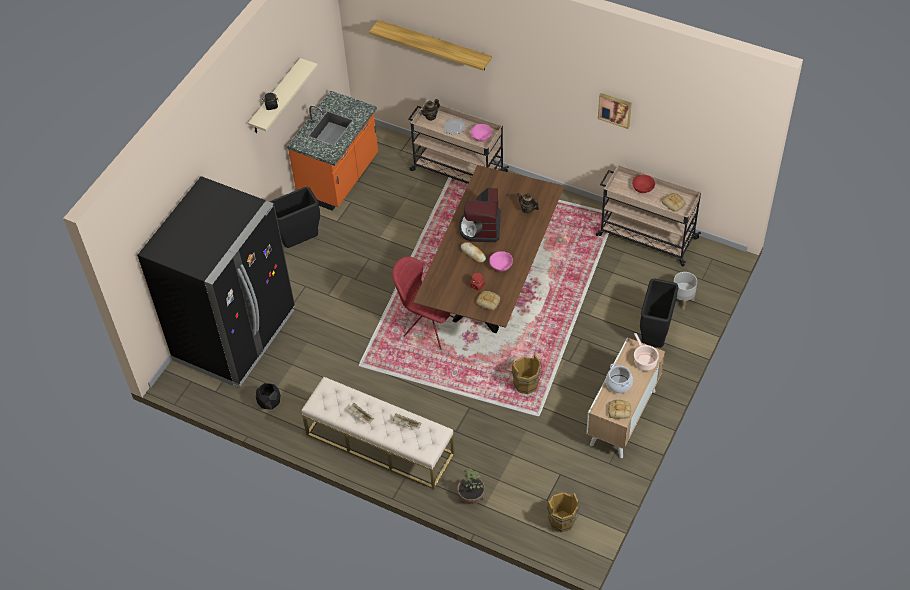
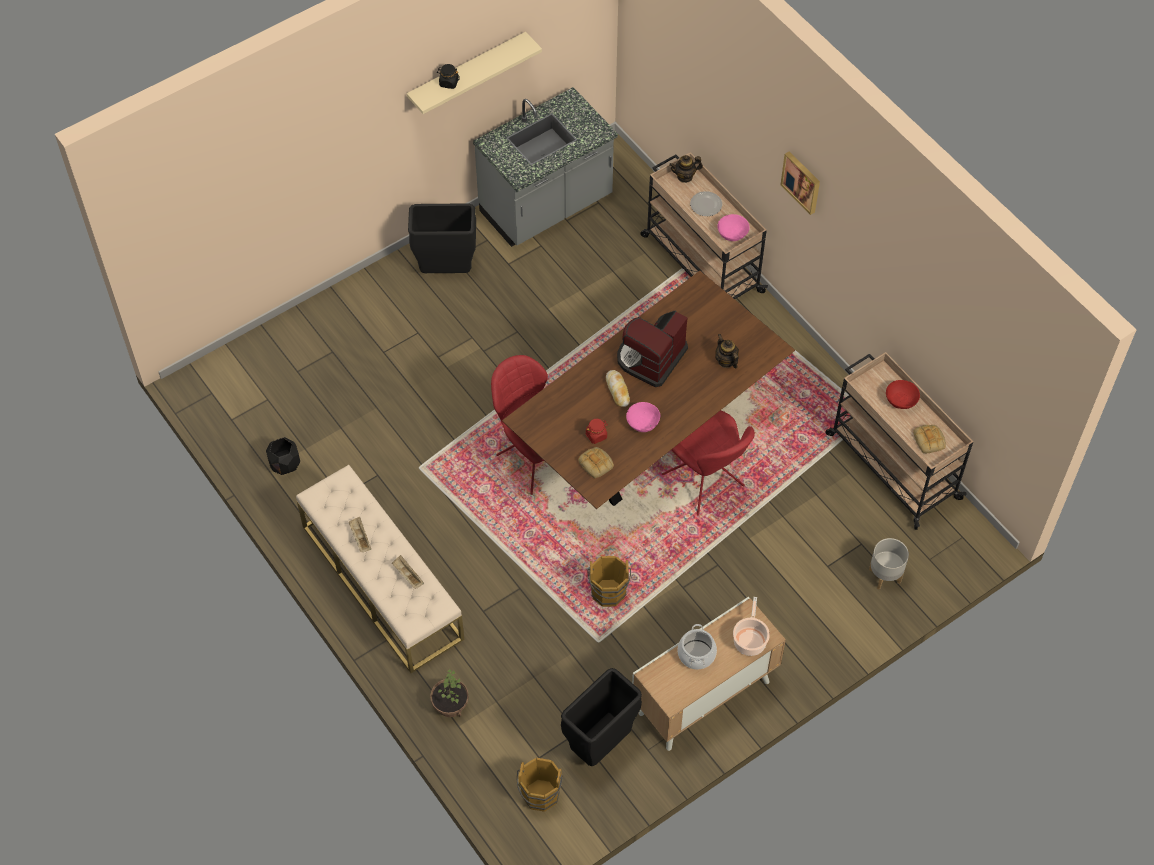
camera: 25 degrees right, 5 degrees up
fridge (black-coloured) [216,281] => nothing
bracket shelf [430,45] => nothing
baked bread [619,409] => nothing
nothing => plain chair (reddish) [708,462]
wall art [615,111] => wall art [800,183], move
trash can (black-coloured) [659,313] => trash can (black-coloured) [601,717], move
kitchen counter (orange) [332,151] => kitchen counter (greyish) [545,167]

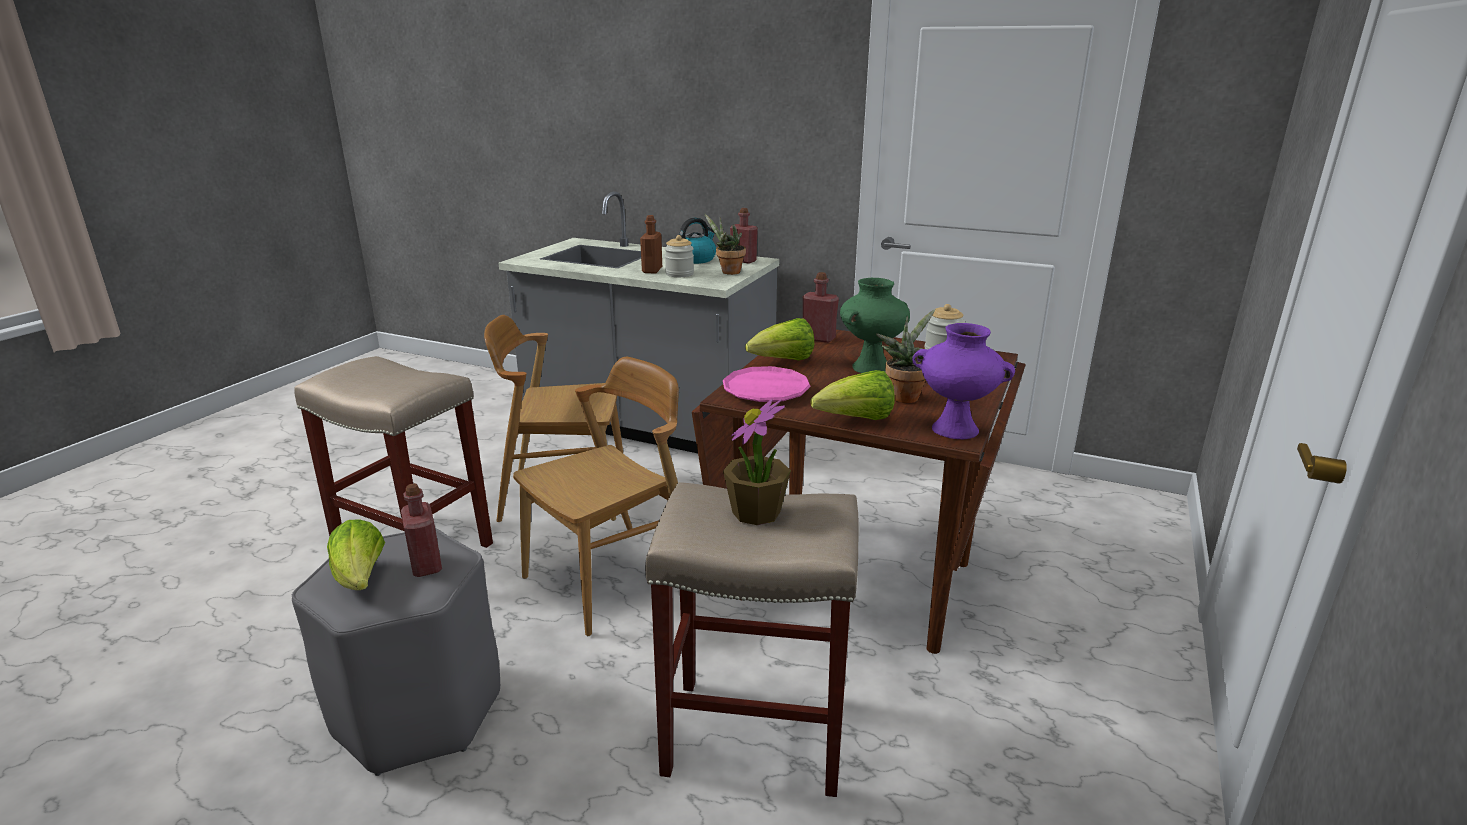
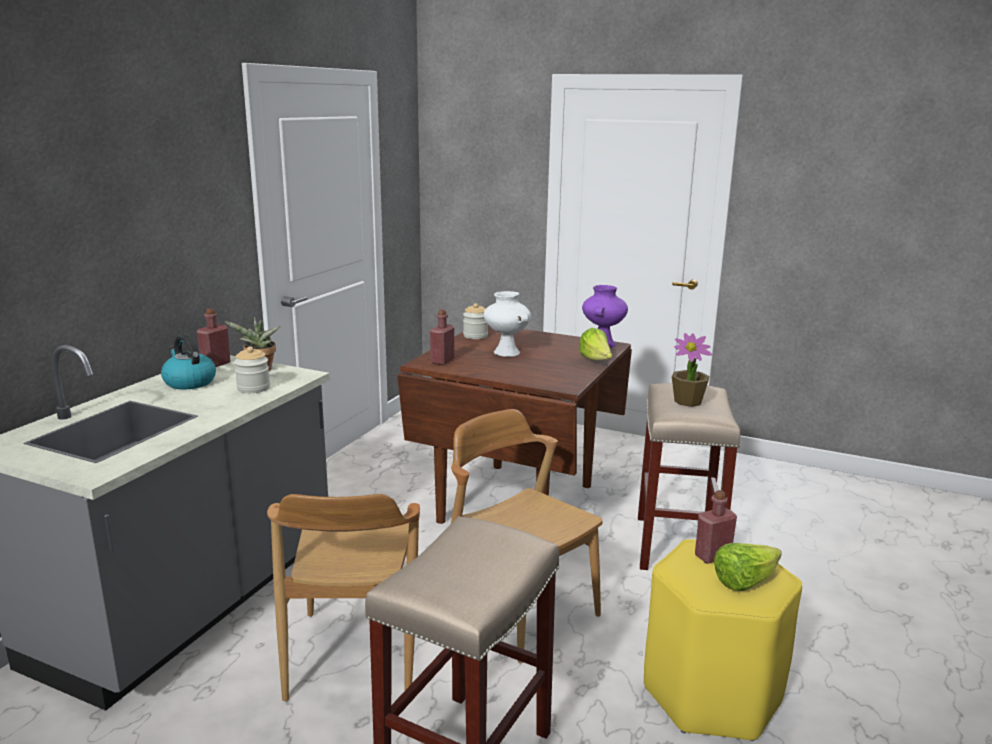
camera: 90 degrees left, 5 degrees down
beverage bottle (brown-coloured) [651,244] => nothing
plate (pink) [767,384] => nothing
lettuce [779,339] => nothing
potted plant [905,356] => nothing
sitting stool (greyish) [396,652] => sitting stool (yellow) [723,640]
vase (green) [875,325] => vase (whitish) [507,324]

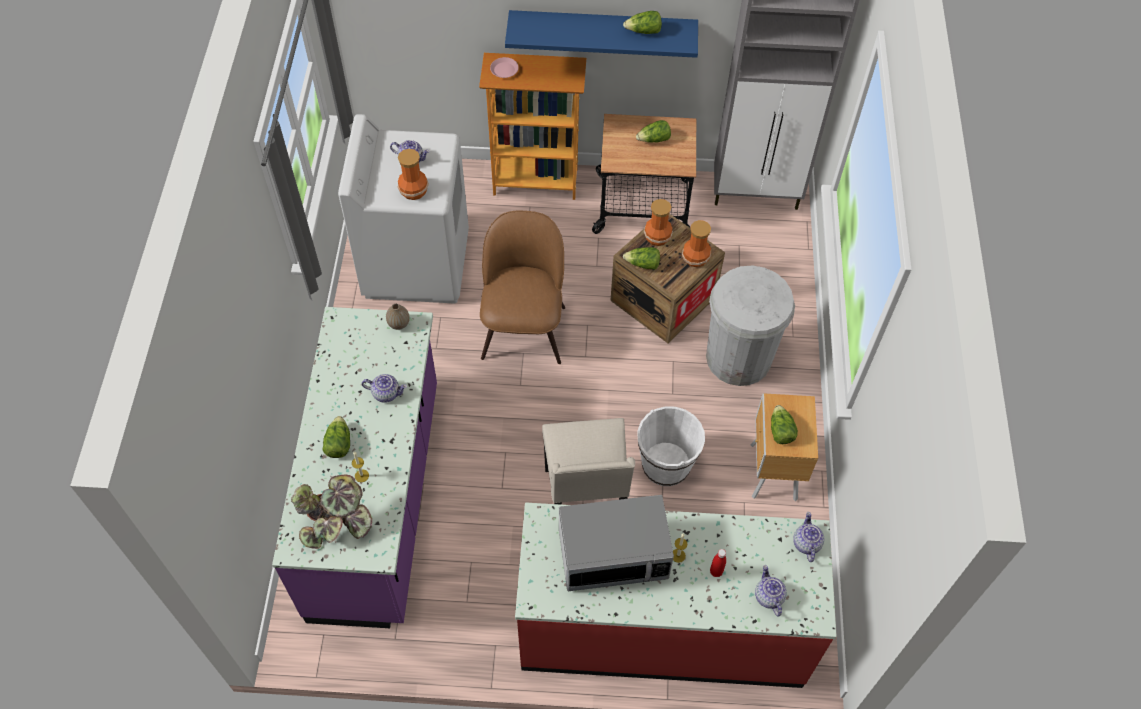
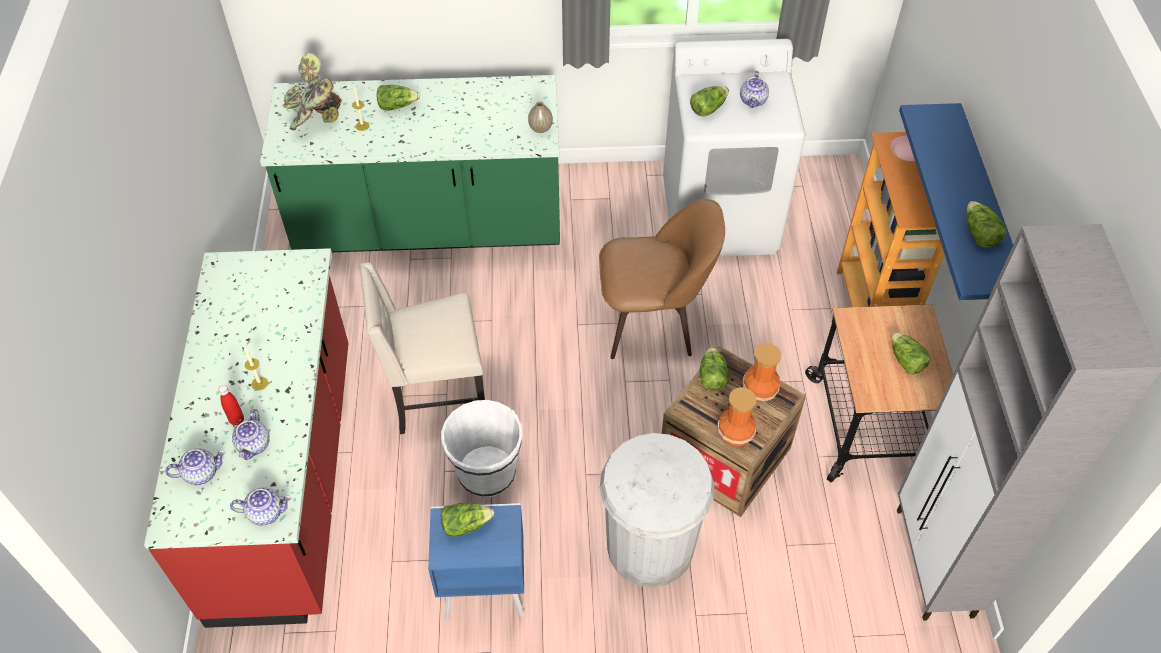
camera: 85 degrees right, 5 degrees down
microwave [616,543] => nothing
teapot [384,388] => teapot [251,434], move
vase [413,174] => lettuce [709,101]
kitchen counter (purple) [354,467] => kitchen counter (green) [410,163]
night table (brown-coloured) [784,447] => night table (bluish) [476,562]

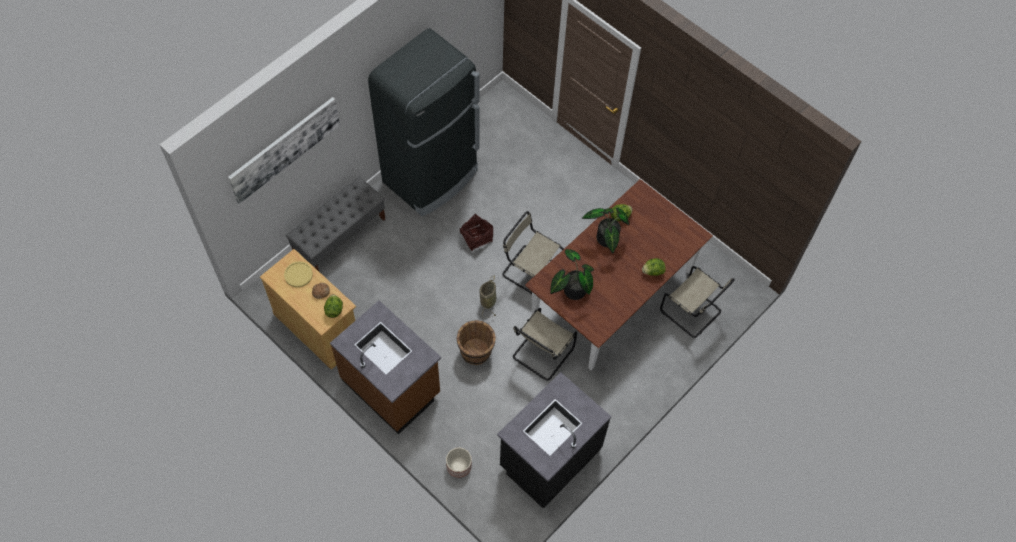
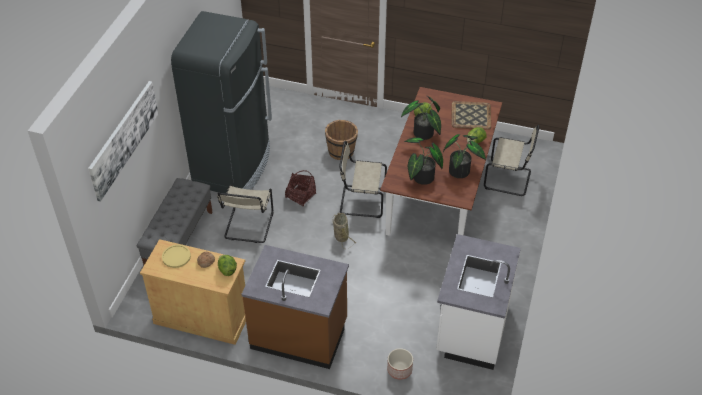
camera: 25 degrees left, 15 degrees down
nothing => potted plant [464,156]
nothing => carrying tray [471,115]
pail (brown-coloured) [476,342] => pail (brown-coloured) [341,140], move
plain chair (sand-coloured) [545,344] => plain chair (sand-coloured) [245,213], move
kitchen counter (black-coloured) [554,440] => kitchen counter (whitish) [478,302]

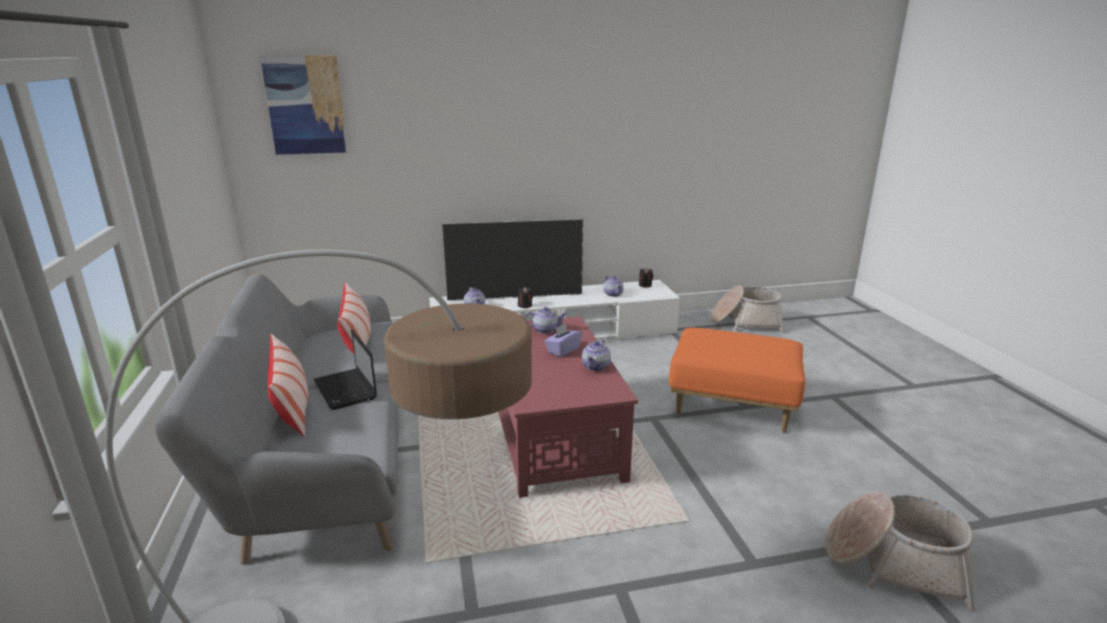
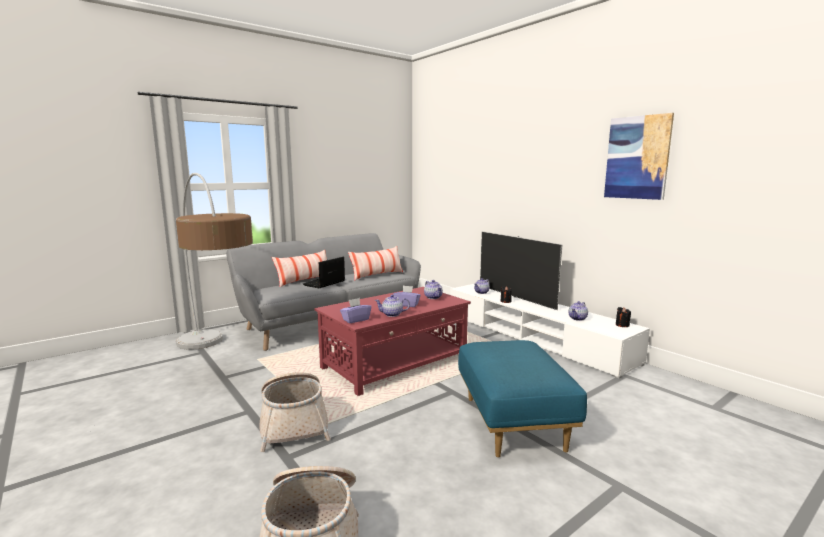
camera: 65 degrees right, 10 degrees down
nothing => tissue box (purple) [355,310]
wall art [304,105] => wall art [639,156], move
storage basket [747,309] => storage basket [295,412], move
ottoman (orange) [737,380] => ottoman (bluish) [522,399]

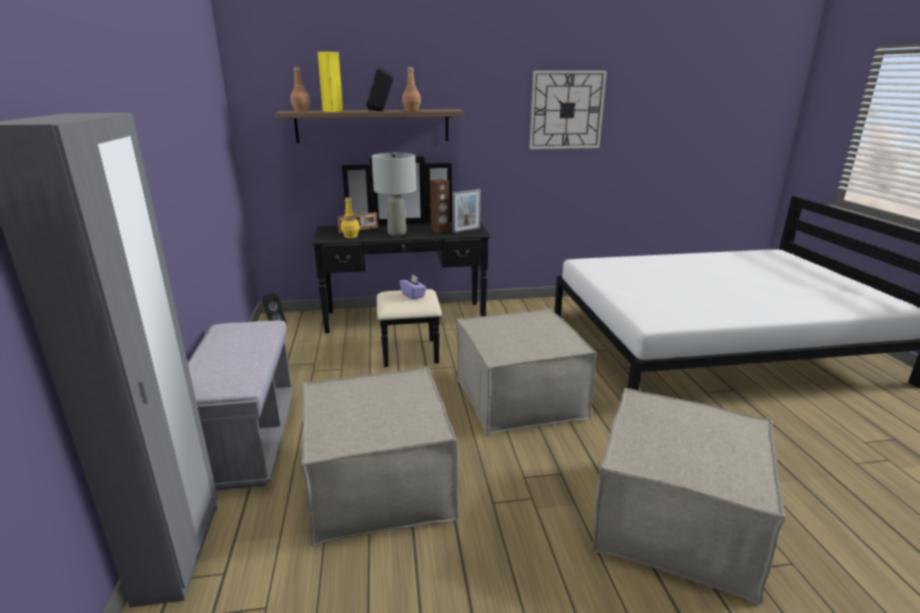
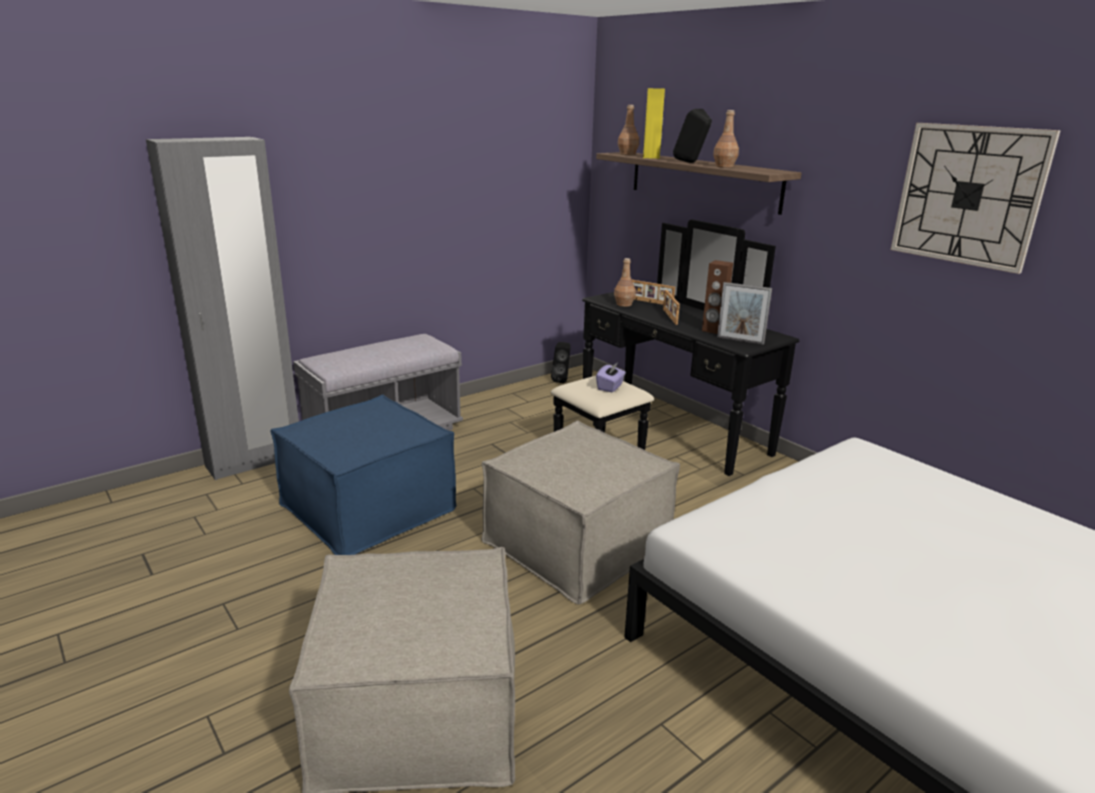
camera: 60 degrees right, 0 degrees up
table lamp (greyish) [394,194] => standing frame [671,307]
ottoman (sand-coloured) [379,456] => ottoman (bluish) [363,475]
beverage bottle (yellow) [350,217] => beverage bottle (brown-coloured) [625,282]

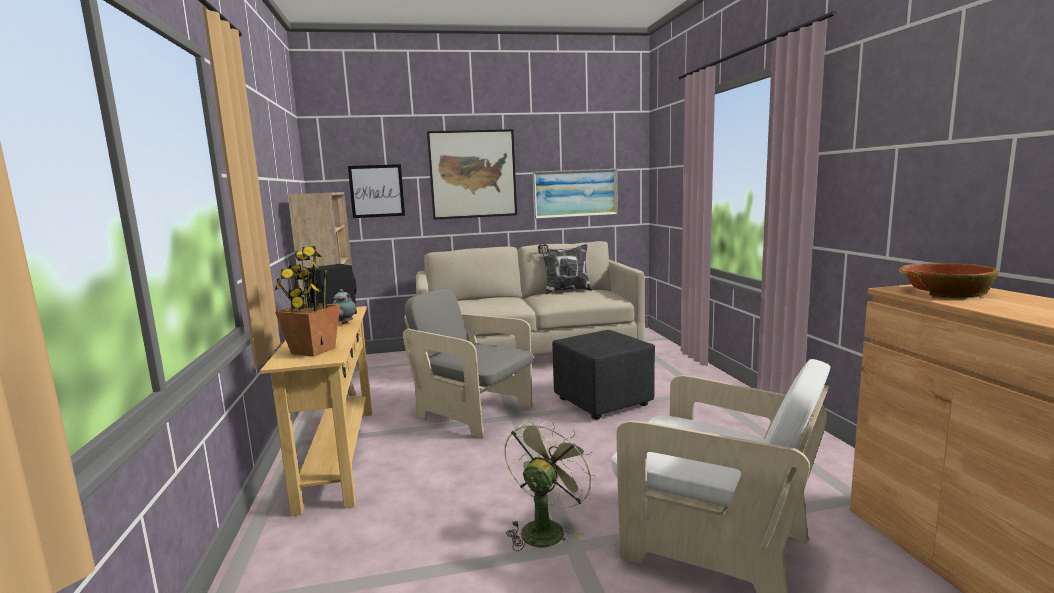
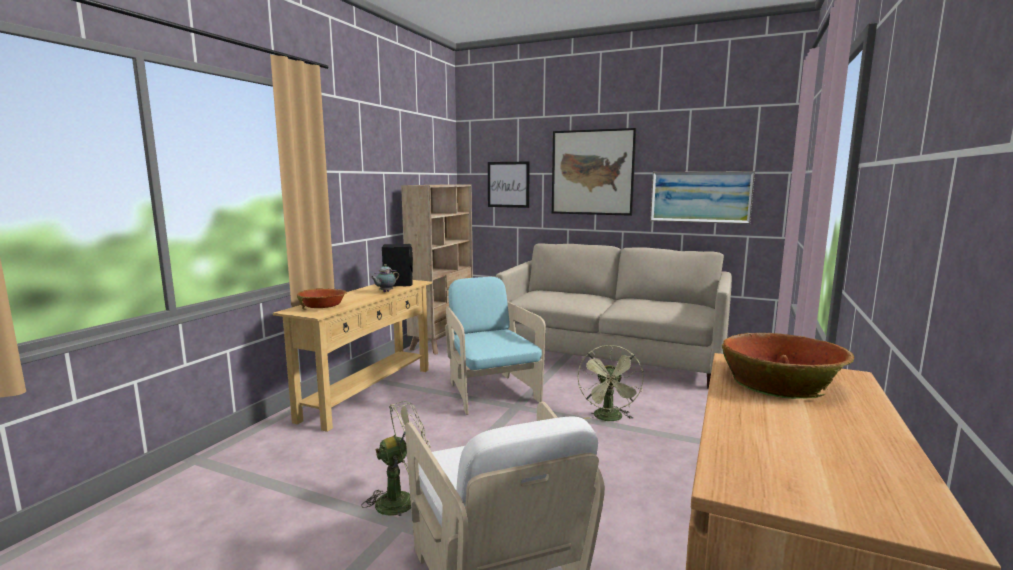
camera: 35 degrees right, 0 degrees up
throw pillow [565,269] => nothing
potted plant [307,301] => bowl [322,299]
ottoman (black-coloured) [603,374] => fan (green) [610,383]
easy chair (greyish) [468,364] => easy chair (blue-green) [495,346]

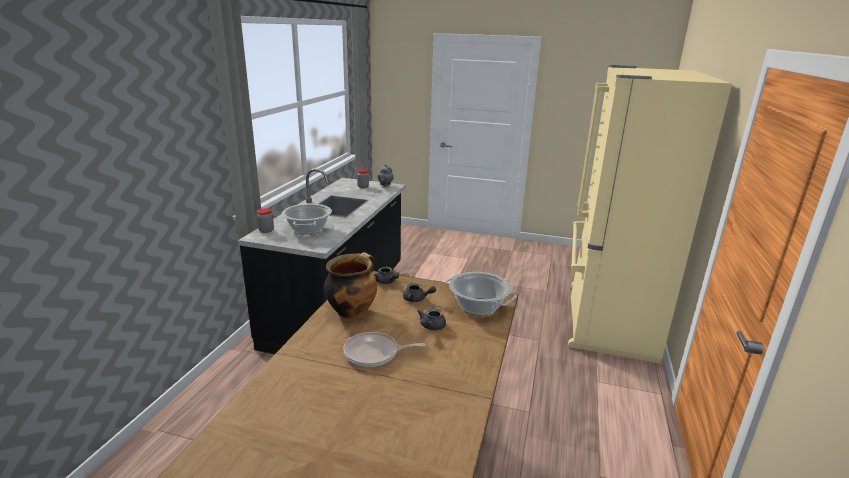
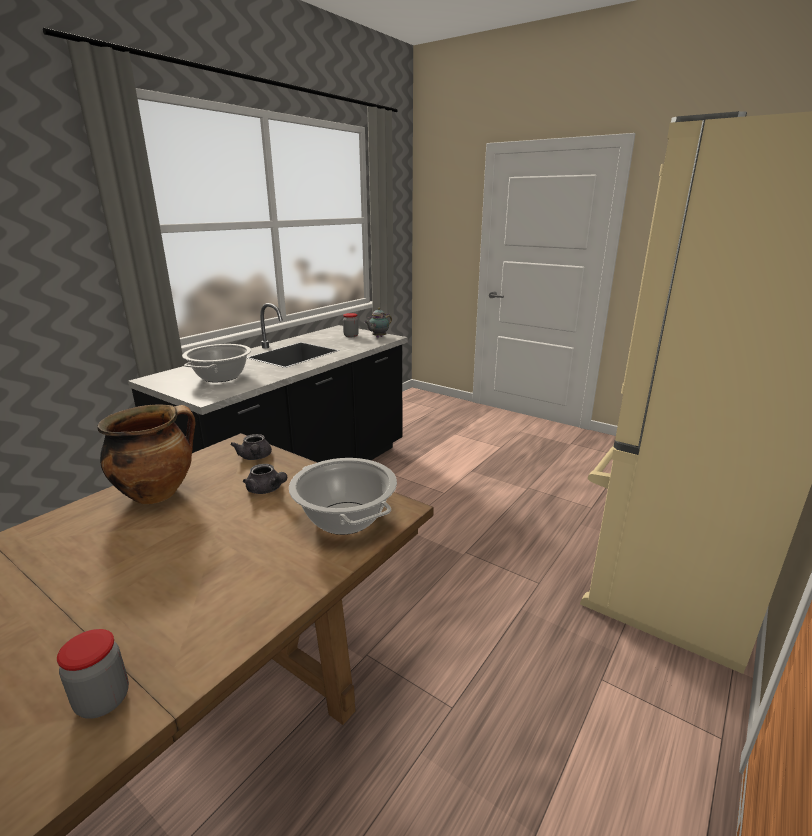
camera: 20 degrees right, 0 degrees up
skillet [384,349] => nothing
teapot (greyish) [431,320] => nothing
jar [265,220] => jar [93,674], move

